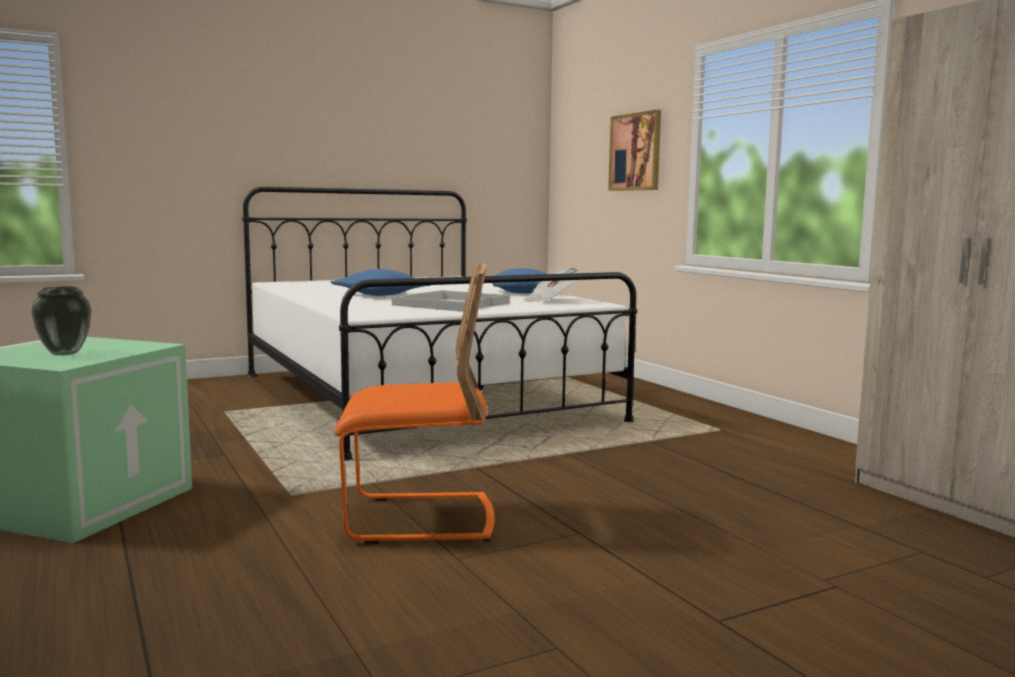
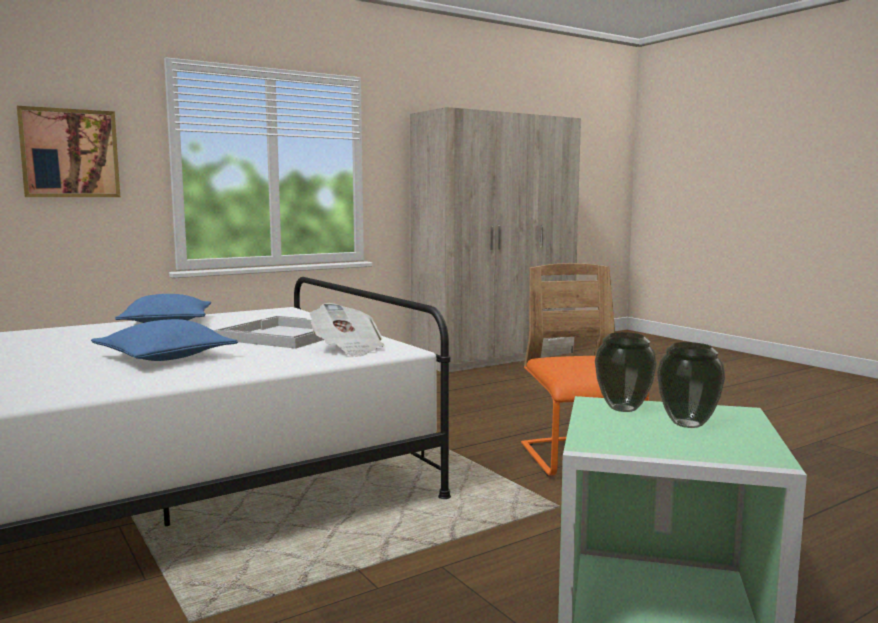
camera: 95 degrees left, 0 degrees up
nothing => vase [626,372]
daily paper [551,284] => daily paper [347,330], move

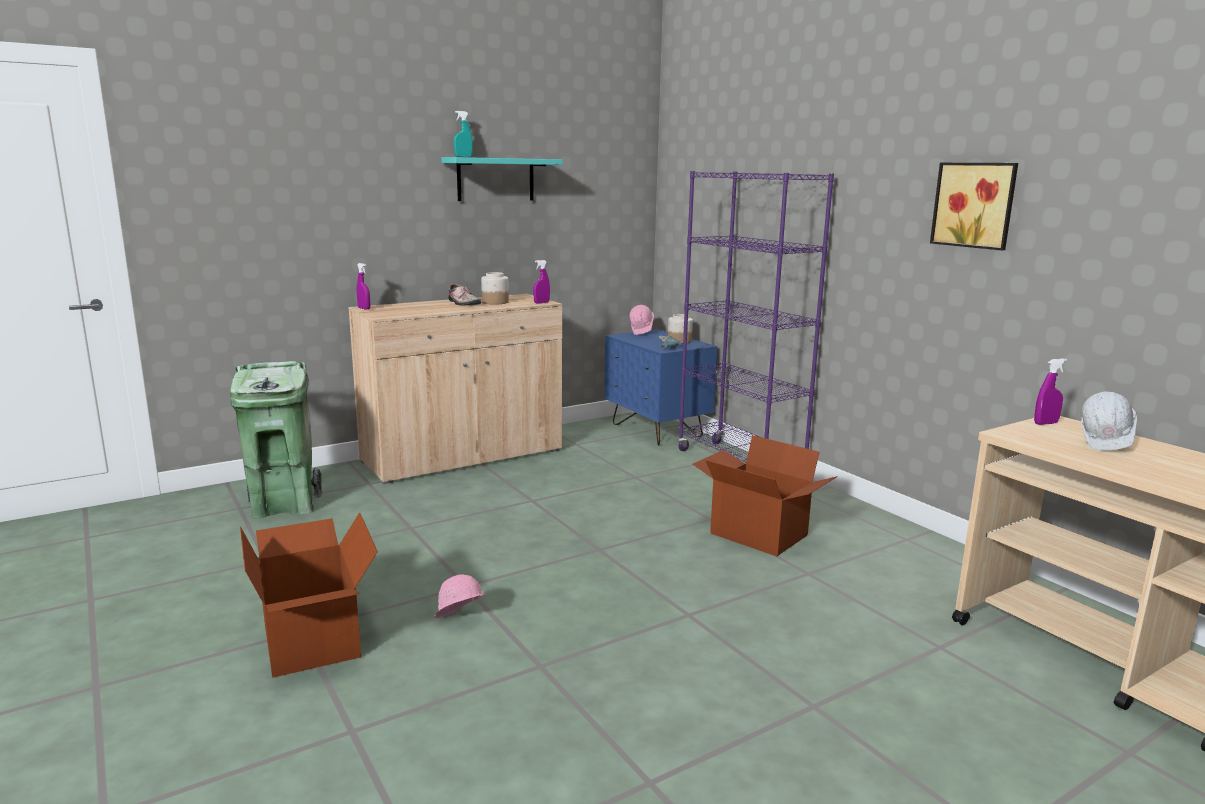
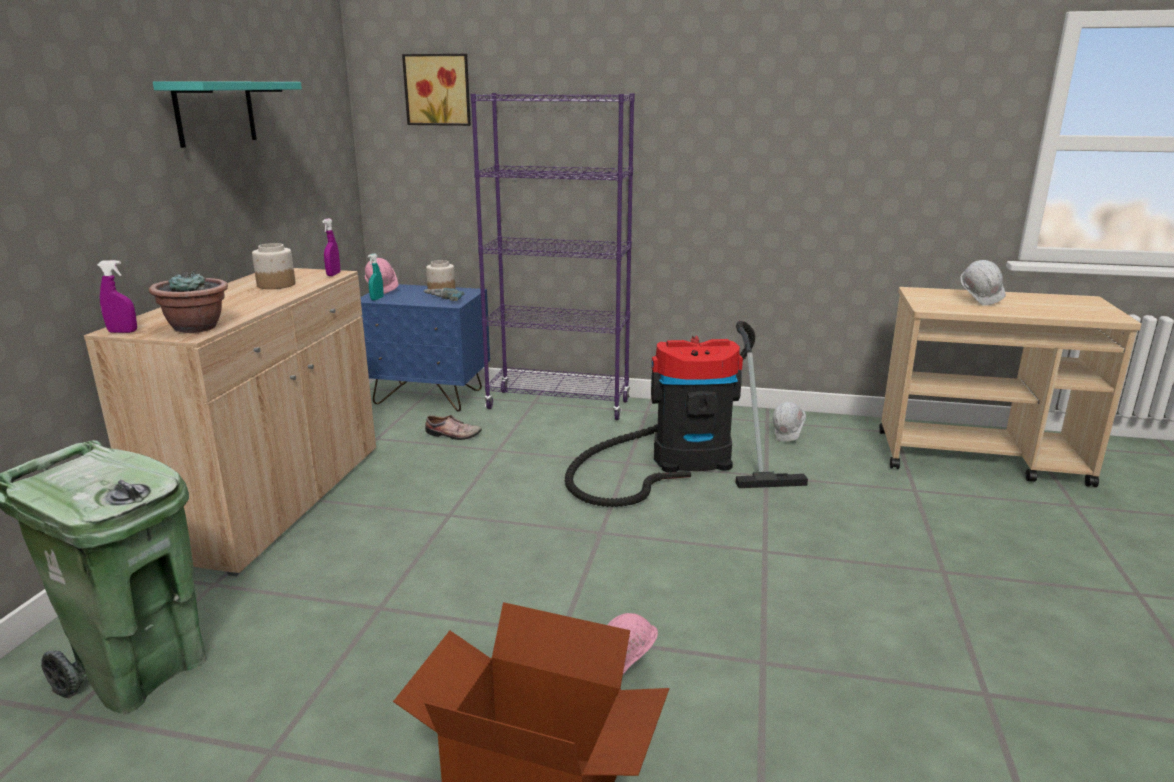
camera: 45 degrees left, 5 degrees up
spray bottle (purple) [1050,391] => nothing
nothing => potted plant [188,301]
nothing => work helmet (whitish) [789,422]
shoe [464,294] => shoe [453,427], move
spray bottle (blue-green) [463,134] => spray bottle (blue-green) [376,277], move
wall art [974,206] => wall art [436,90], move
packing box [765,495] => vacuum [686,414]

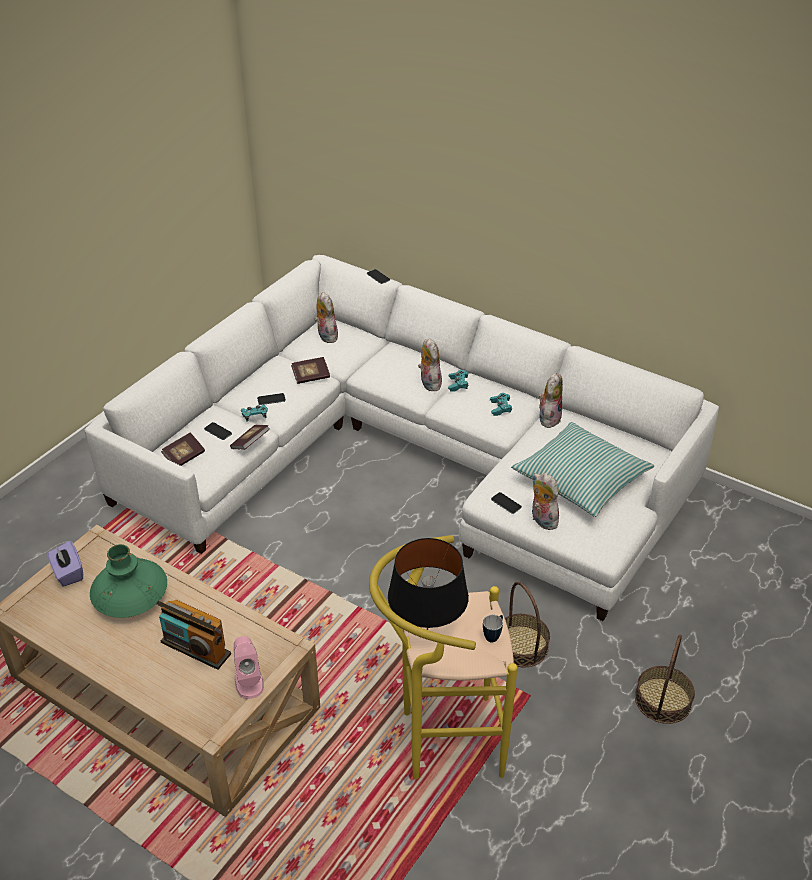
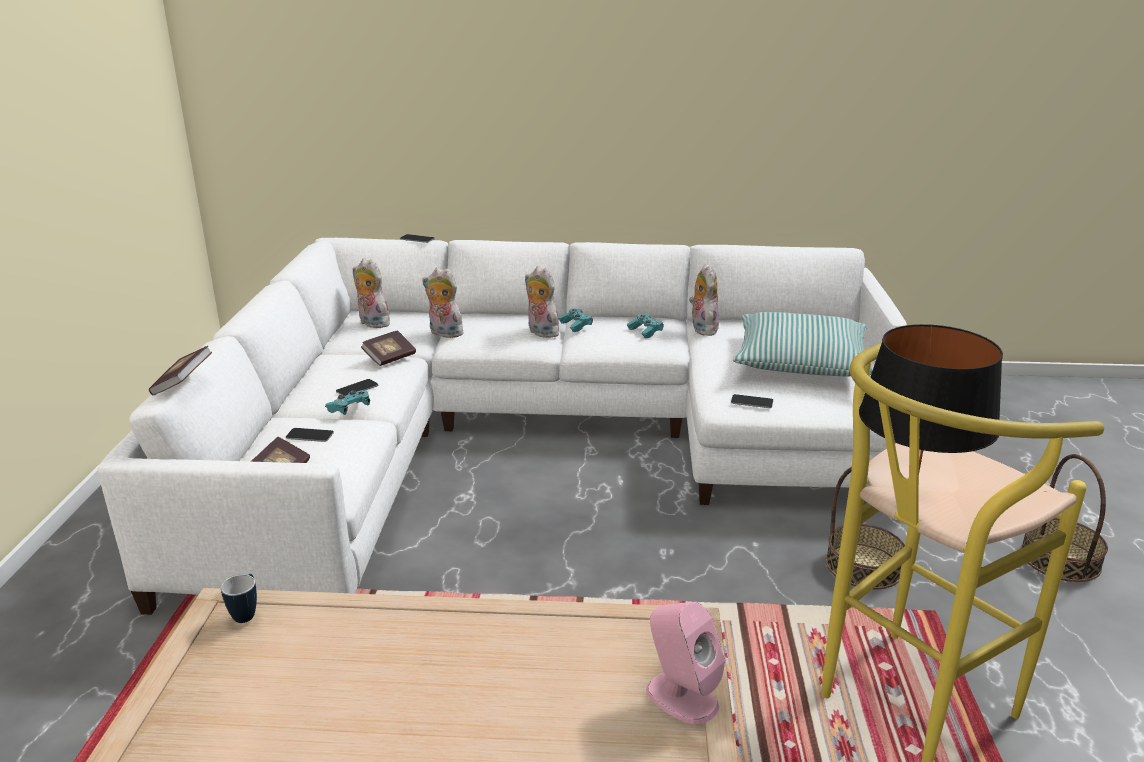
camera: 30 degrees left, 15 degrees down
tissue box (purple) [65,564] => nothing
vase (green) [128,581] => nothing
radio [193,635] => nothing
book [250,437] => book [180,370], move
tea mug [493,628] => tea mug [239,598], move
cuddly toy [545,501] => cuddly toy [443,303], move

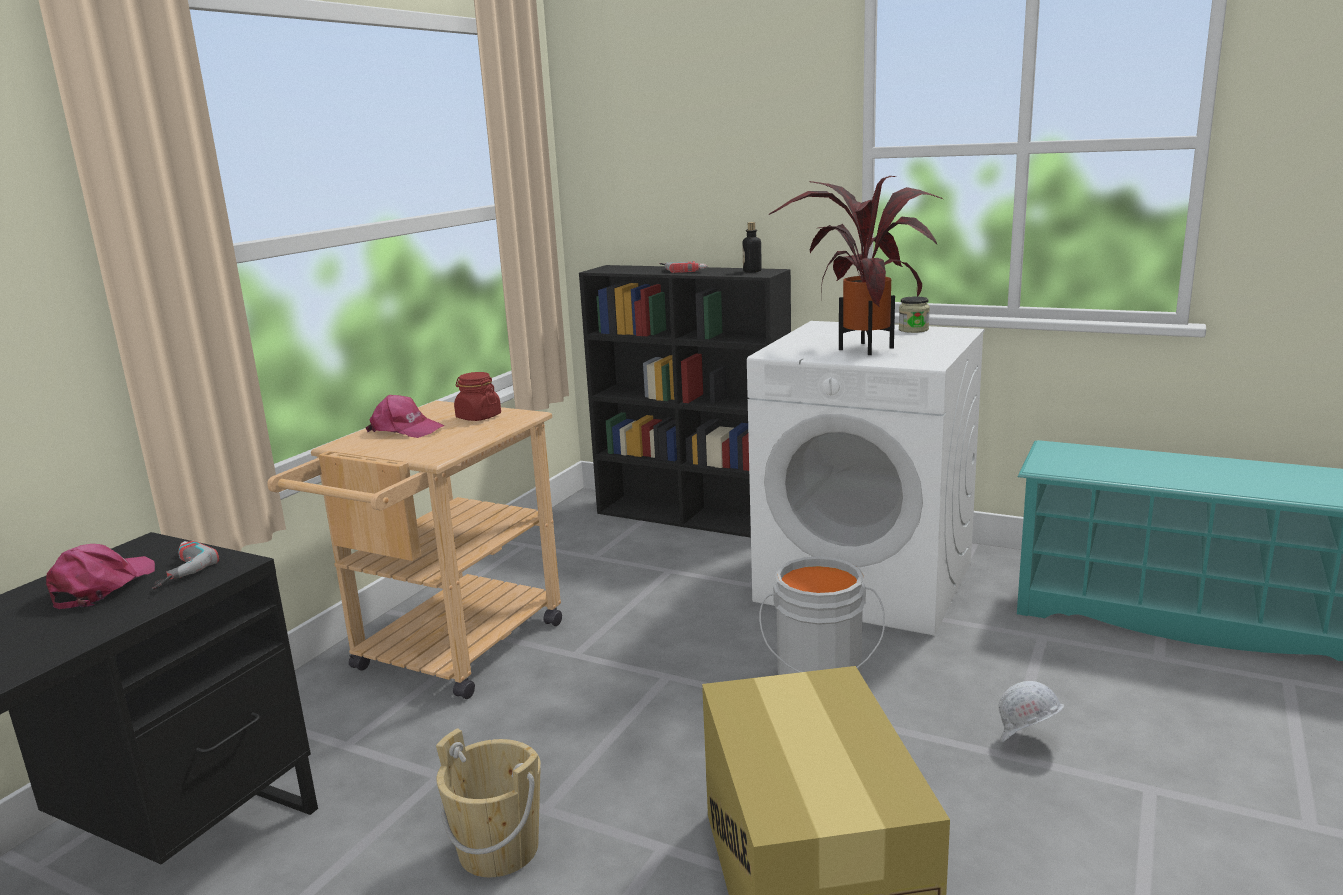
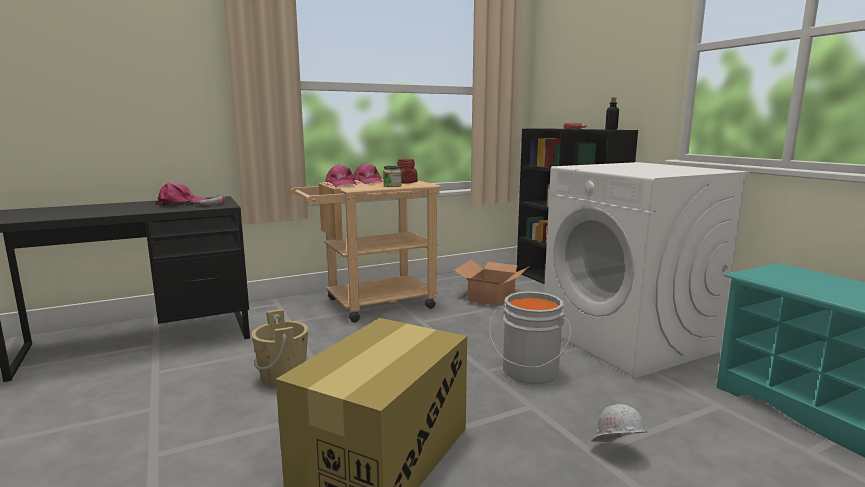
camera: 35 degrees right, 5 degrees down
potted plant [855,265] => nothing
nothing => peaked cap (pink) [341,175]
nothing => packing box [492,283]
jar [914,314] => jar [392,176], move

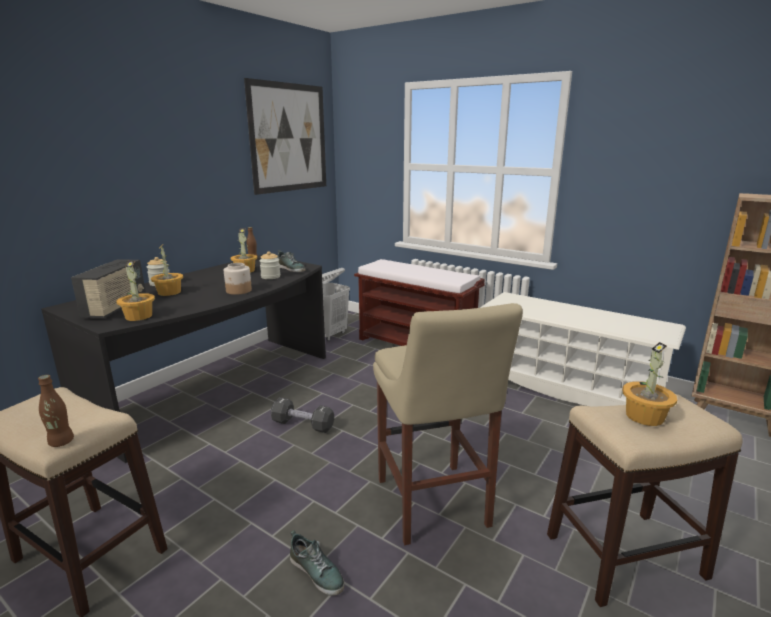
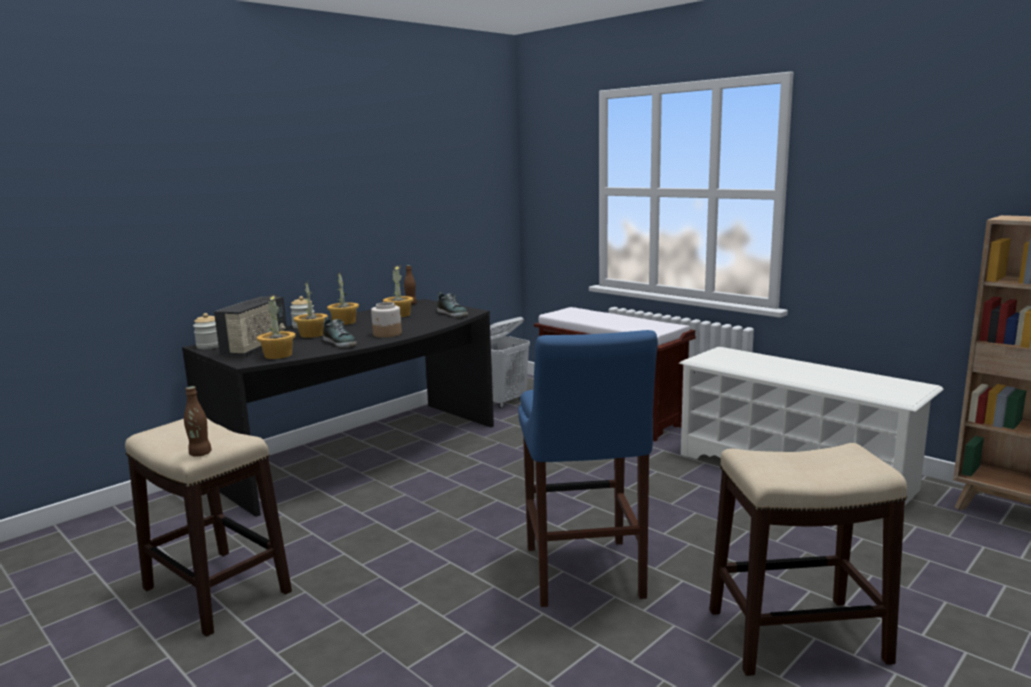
camera: 10 degrees right, 5 degrees down
wall art [285,136] => nothing
hand weight (black-coloured) [302,415] => nothing
jar [269,265] => jar [206,331], move
shoe [317,563] => shoe [340,332], move
potted plant [650,384] => potted plant [343,299], move
sitting stool (sand-coloured) [448,424] => sitting stool (bluish) [588,468]

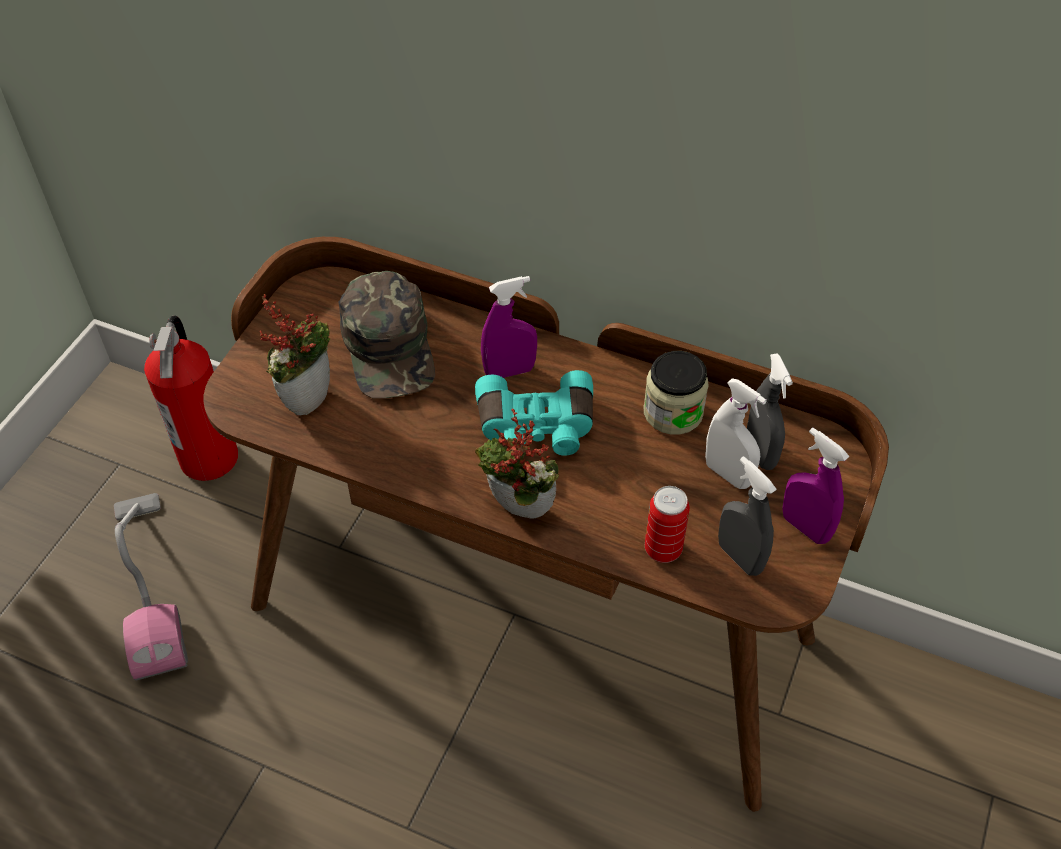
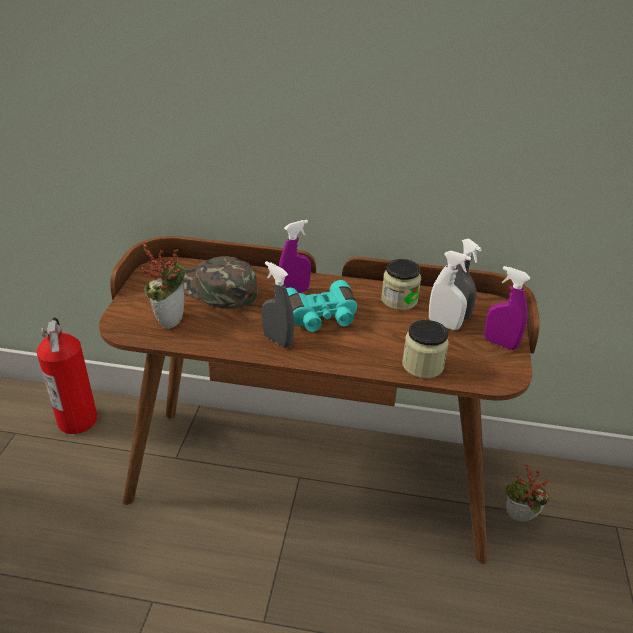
camera: 15 degrees left, 15 degrees down
vacuum [151,586] => nothing
potted plant [517,463] => potted plant [528,492], move
spray bottle (greyish) [747,516] => spray bottle (greyish) [278,304], move
sealed can [667,524] => jar [425,349]
peaked cap (green) [387,334] => peaked cap (green) [220,282], 150 degrees clockwise

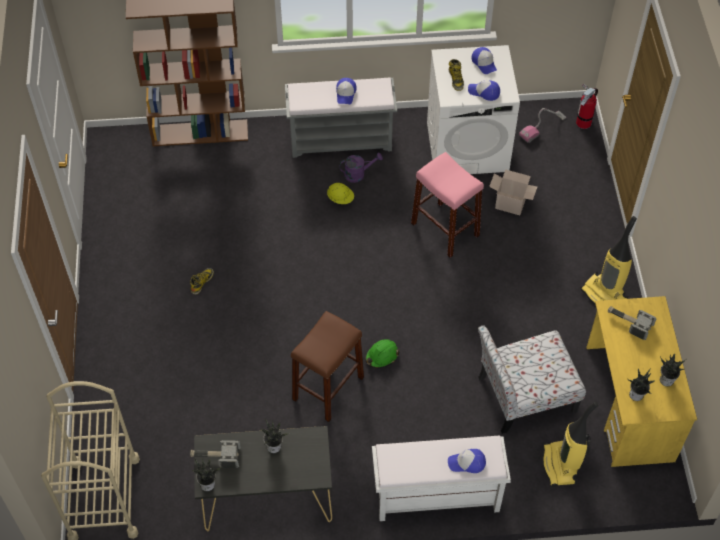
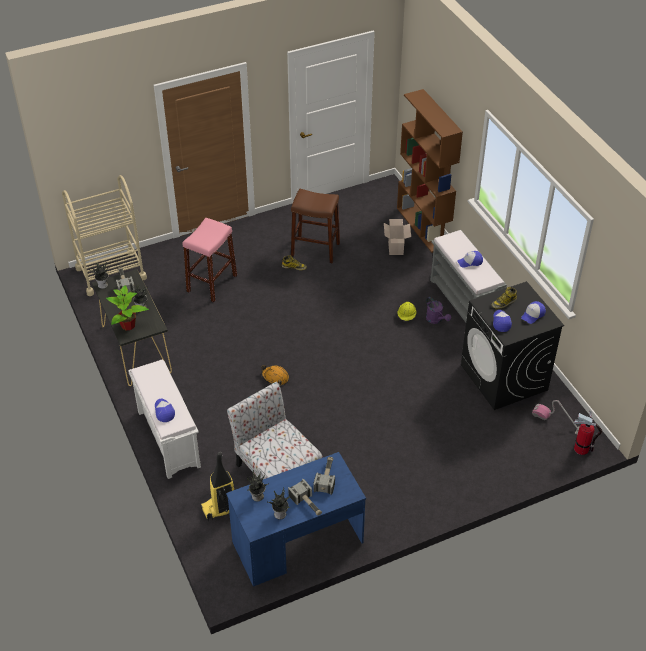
camera: 70 degrees right, 10 degrees down
vacuum [609,260] => nothing
nothing => potted plant [127,308]
nothing => hammer [305,497]
sitting stool (brown-coloured) [327,366] => sitting stool (brown-coloured) [315,226], move
sitting stool (pink) [447,205] => sitting stool (pink) [209,260], move
packing box [513,192] => packing box [397,237], move
work helmet (green) [382,353] => work helmet (orange) [275,375]
washing machine (whitish) [473,109] => washing machine (black-coloured) [512,345]
desk (yellow) [641,381] => desk (bluish) [296,519]

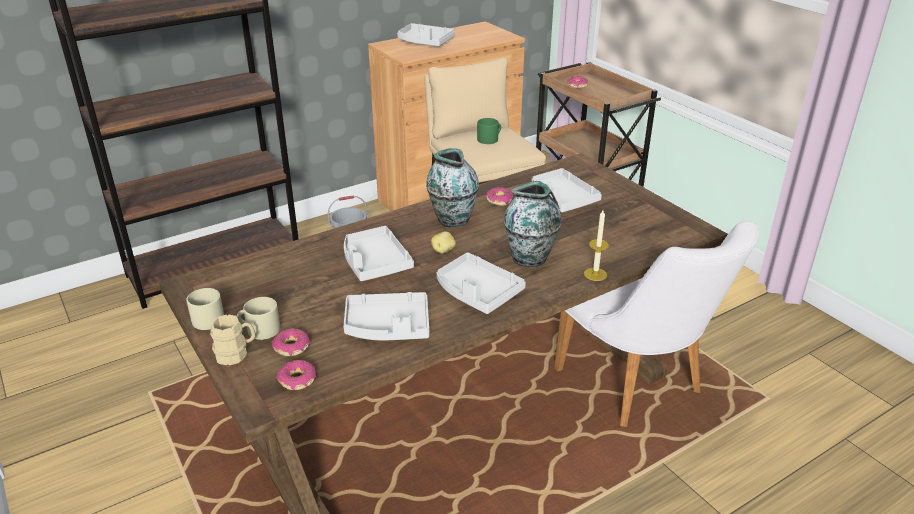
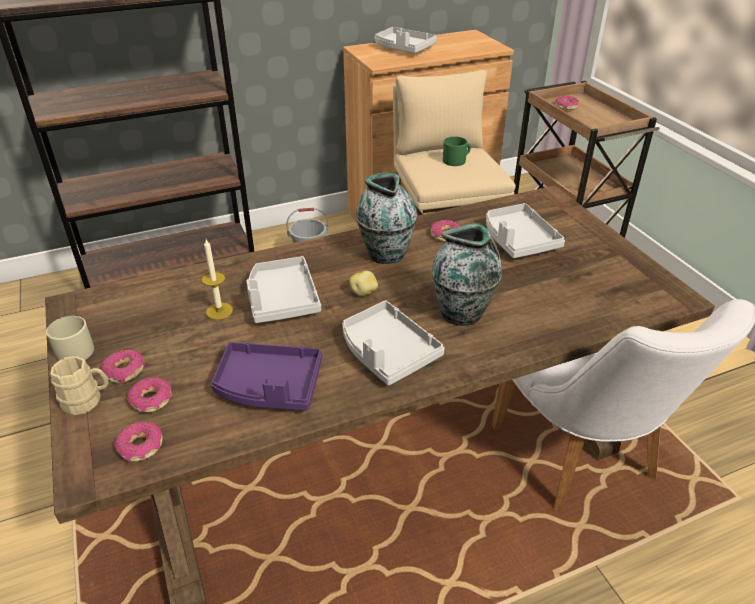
camera: 10 degrees right, 5 degrees up
wax light [596,245] => wax light [217,279], move
tea mug (sand-coloured) [258,318] => donut [123,366]
carrying tray (greyish) [386,316] => carrying tray (purple) [266,376]

